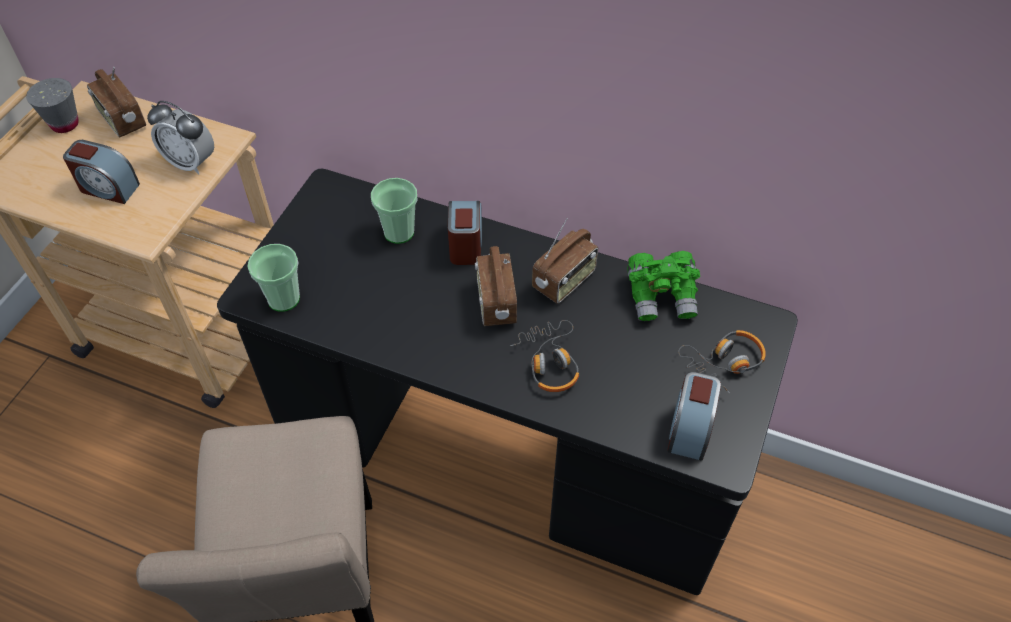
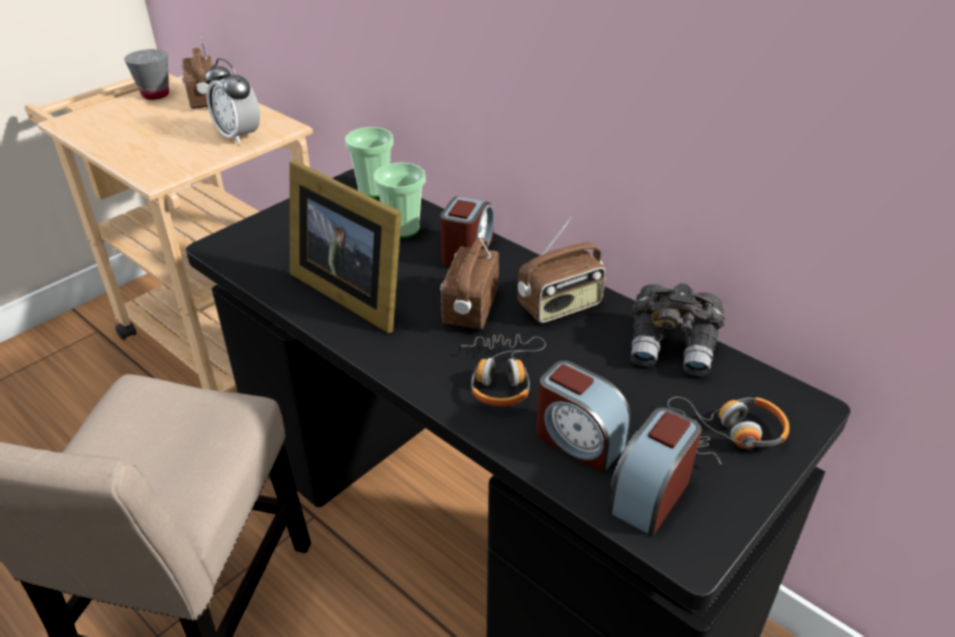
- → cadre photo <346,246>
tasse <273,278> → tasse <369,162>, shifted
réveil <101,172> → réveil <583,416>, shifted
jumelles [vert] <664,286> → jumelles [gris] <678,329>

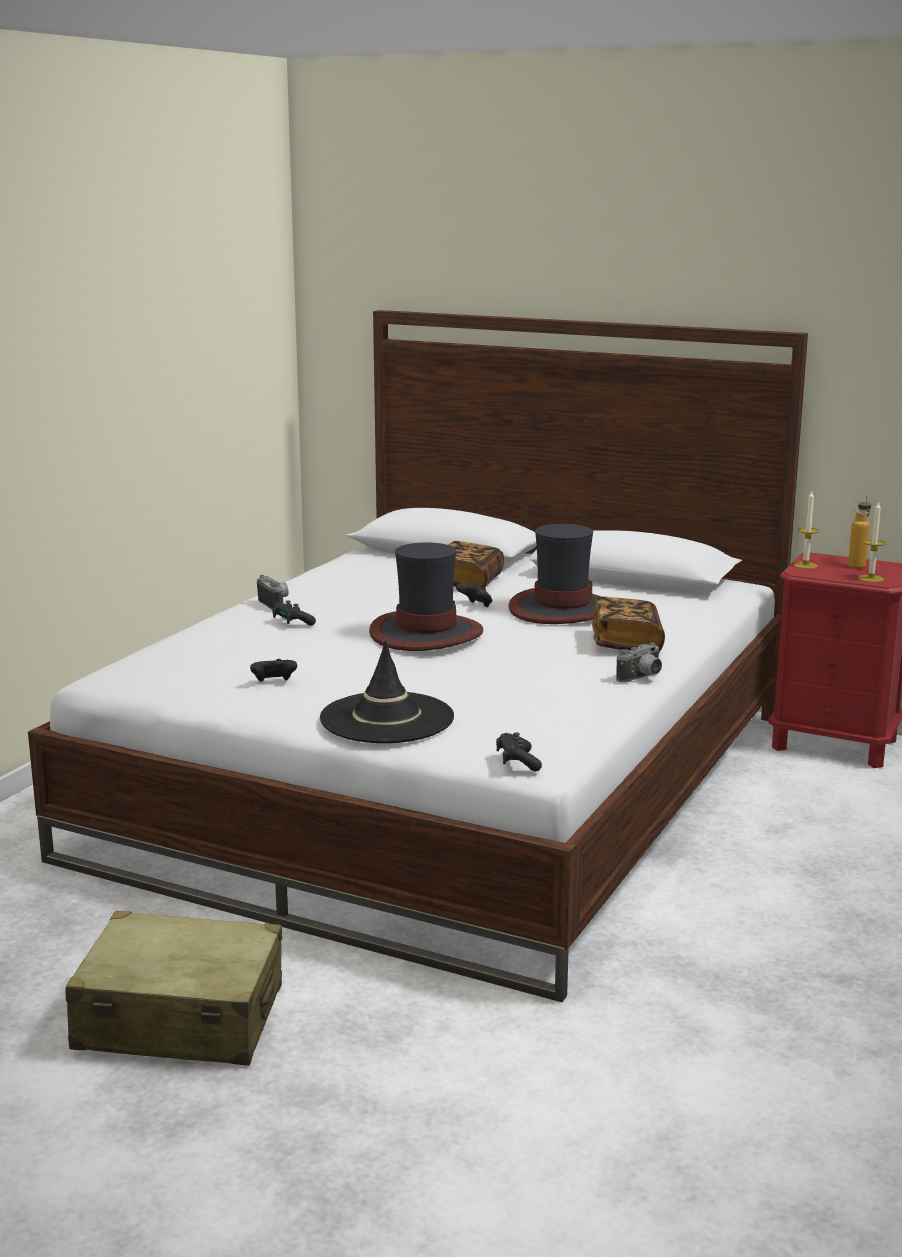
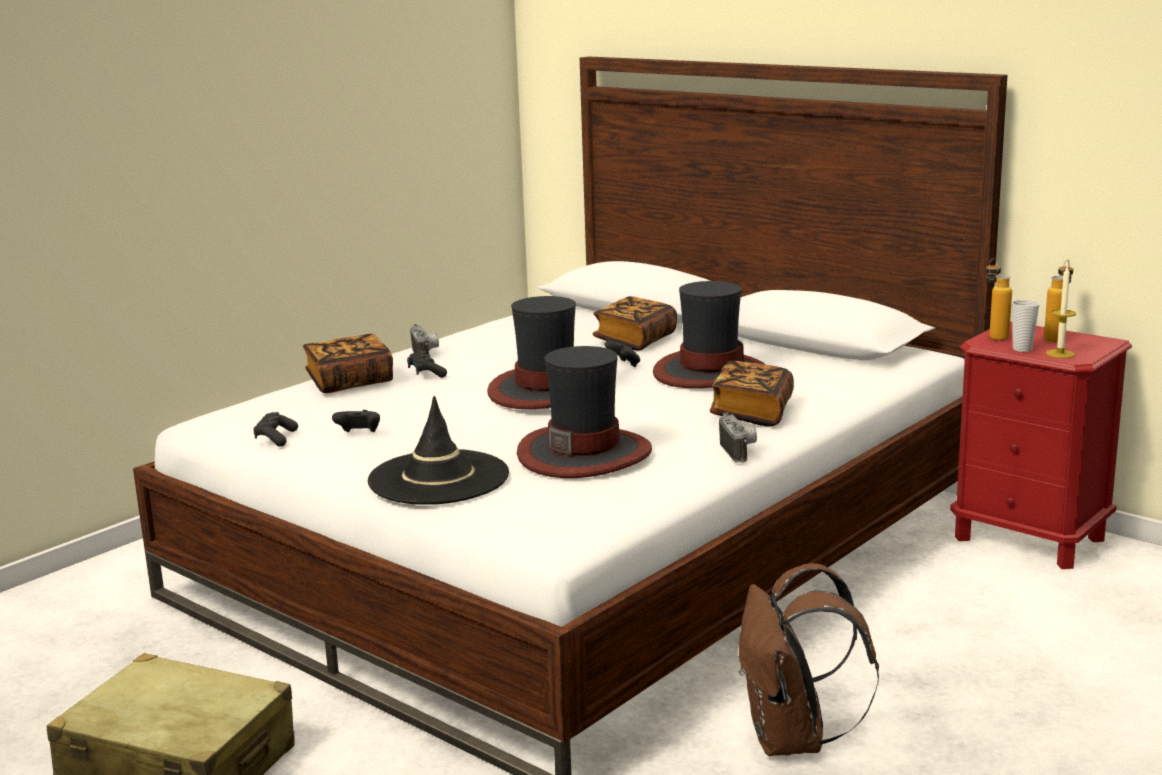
manette [noir] <519,751> → manette [noir] <275,429>, shifted
- → livre <348,363>
- → chapeau <584,412>
appareil photo <639,662> → appareil photo <738,437>, 75 degrees counterclockwise
- → sac à dos [marron] <808,659>
bougie <806,530> → bouteille <999,299>
- → tasse <1025,326>

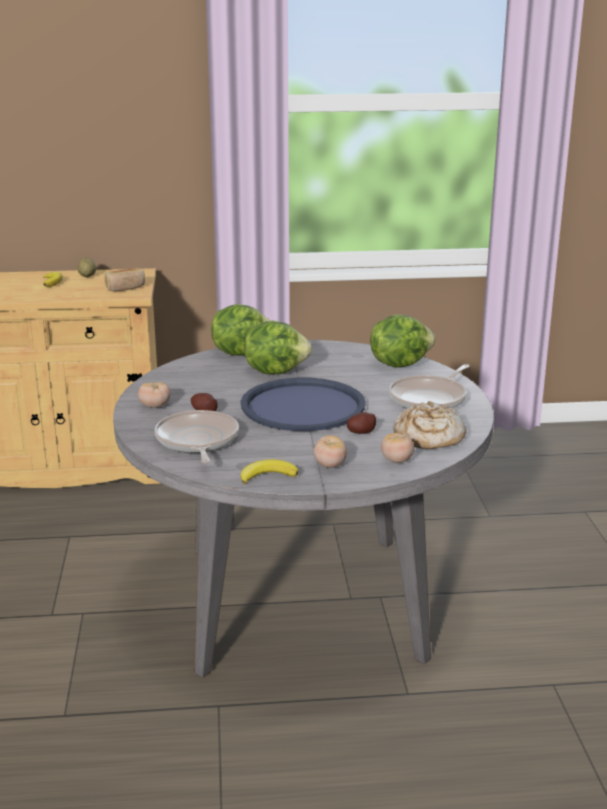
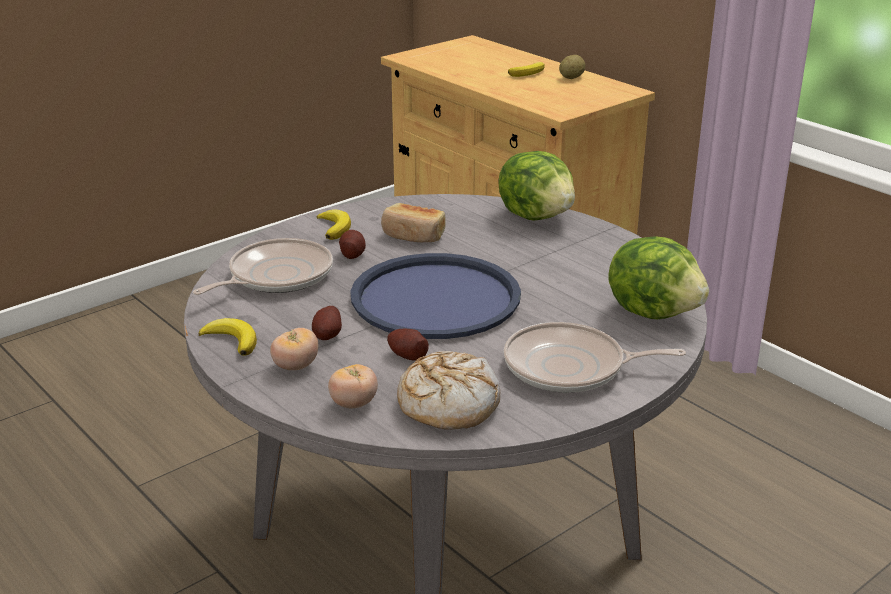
- → pomme de terre <327,323>
tomate <154,395> → banane <334,224>
pain <125,279> → pain <413,222>, shifted
laitue <278,347> → -

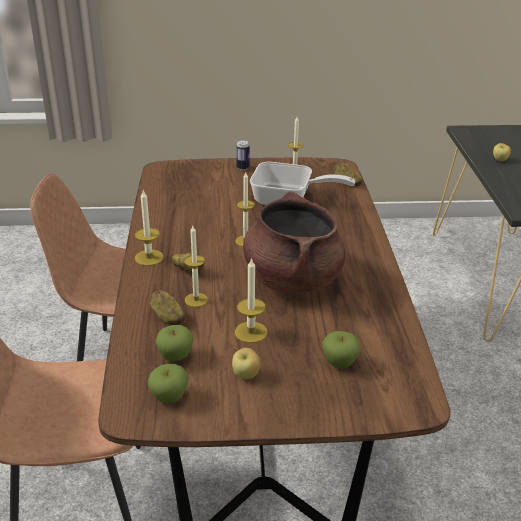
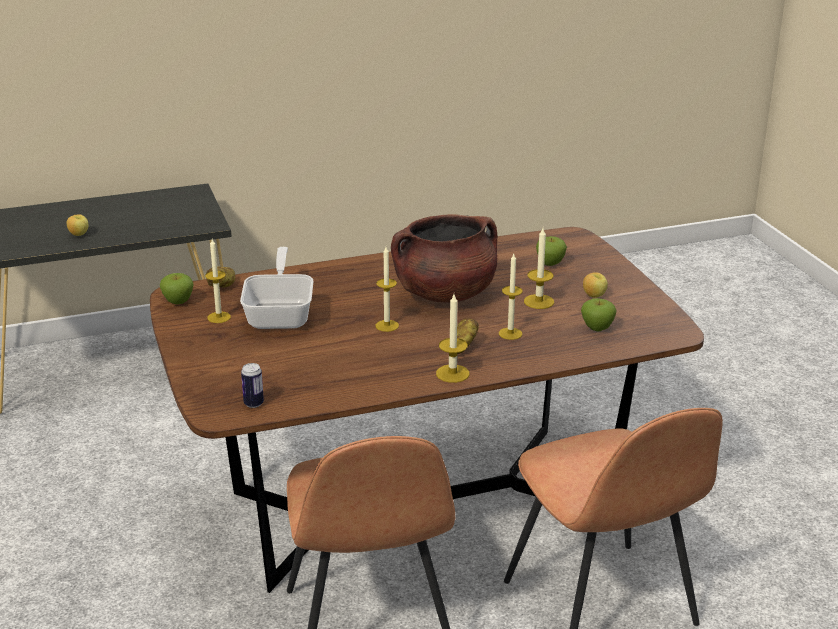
pomme <167,383> → pomme <176,288>, shifted
boîte métallique <243,155> → boîte métallique <252,385>, shifted
pomme de terre <167,307> → -

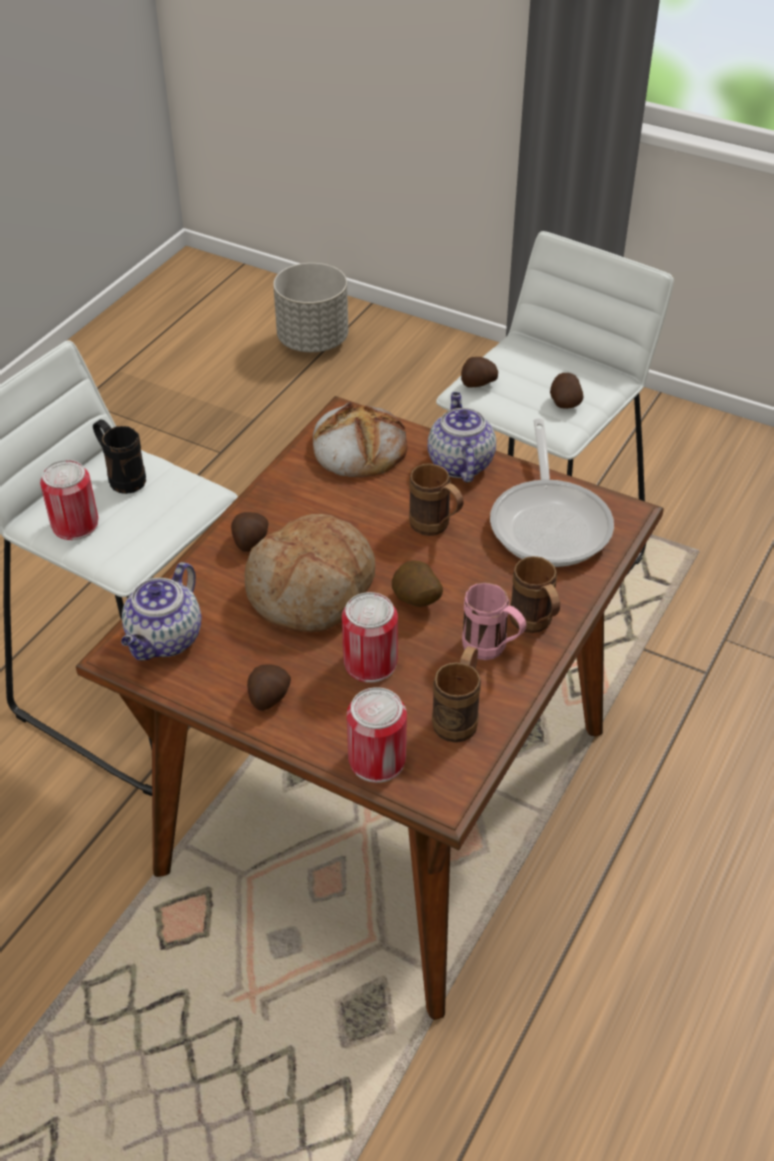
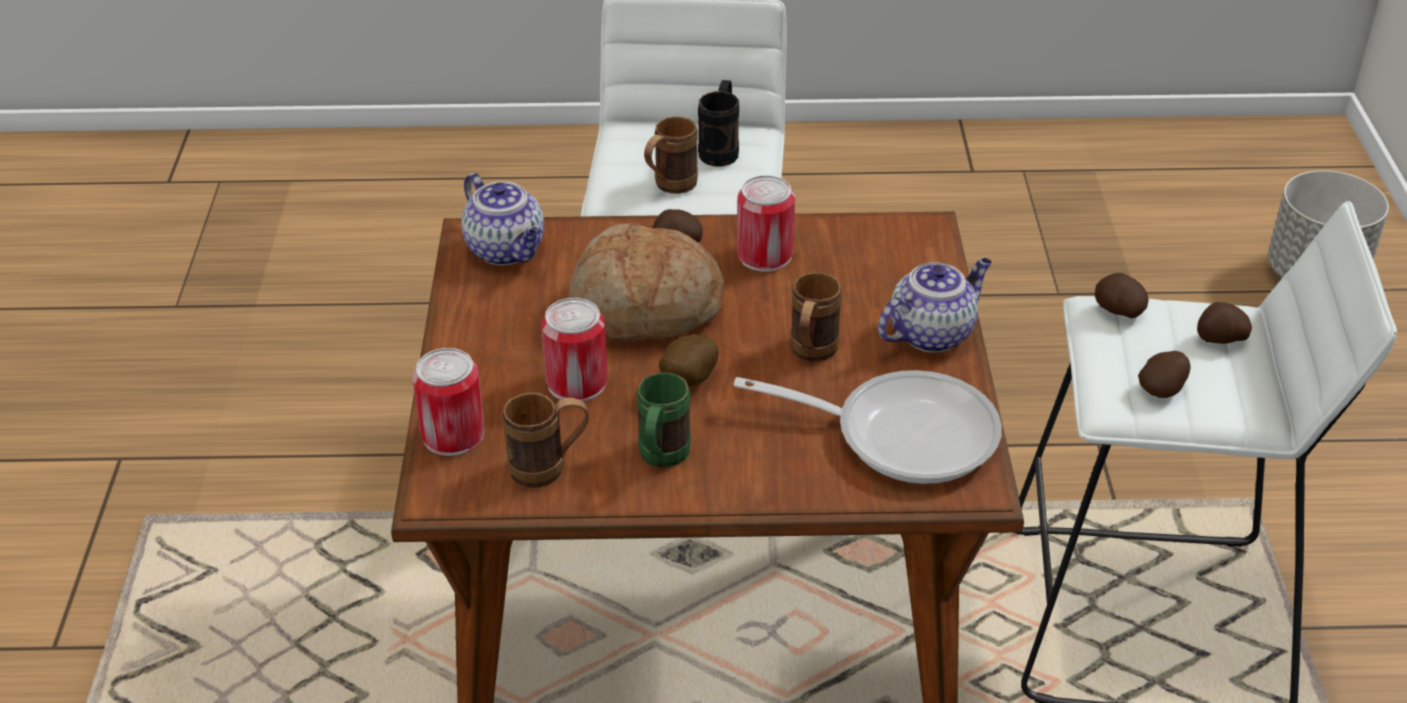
théière <161,611> → théière <503,219>, 120 degrees counterclockwise
mug [rose] <494,621> → mug [vert] <664,420>
mug [marron] <535,594> → mug [marron] <671,155>, shifted
poêle <552,493> → poêle <867,427>, 135 degrees counterclockwise
boîte métallique <69,500> → boîte métallique <766,223>, shifted
pomme de terre <269,687> → pomme de terre <1224,323>, shifted
pain <360,439> → -

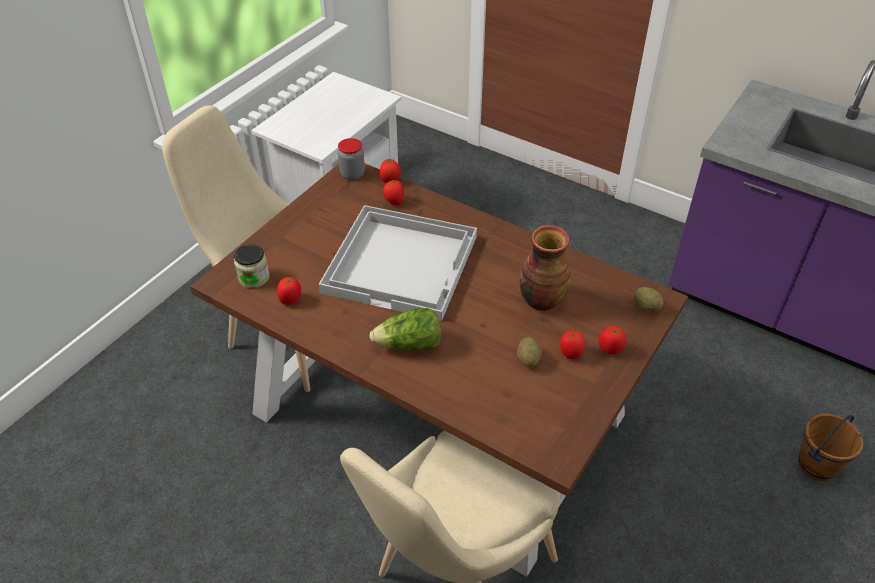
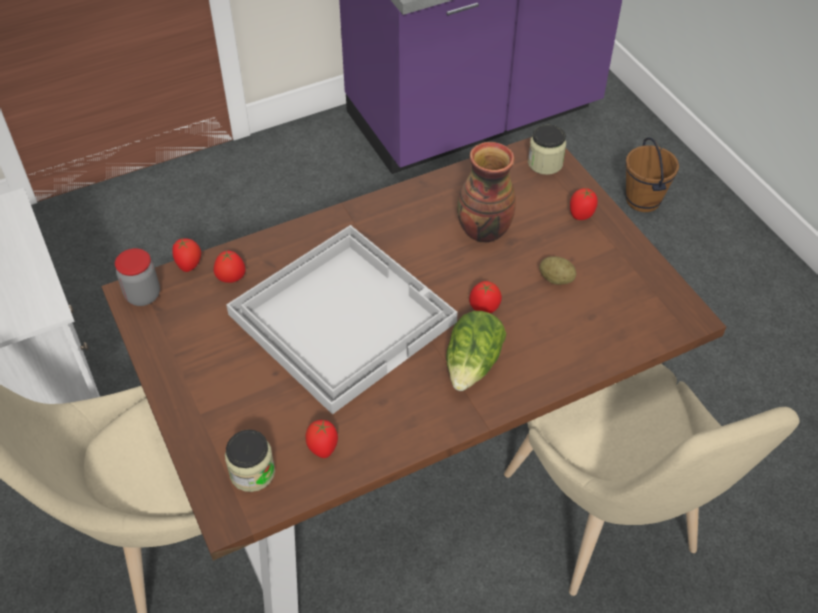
tomate <572,345> → tomate <485,297>, shifted
pomme de terre <648,299> → bocal <547,150>

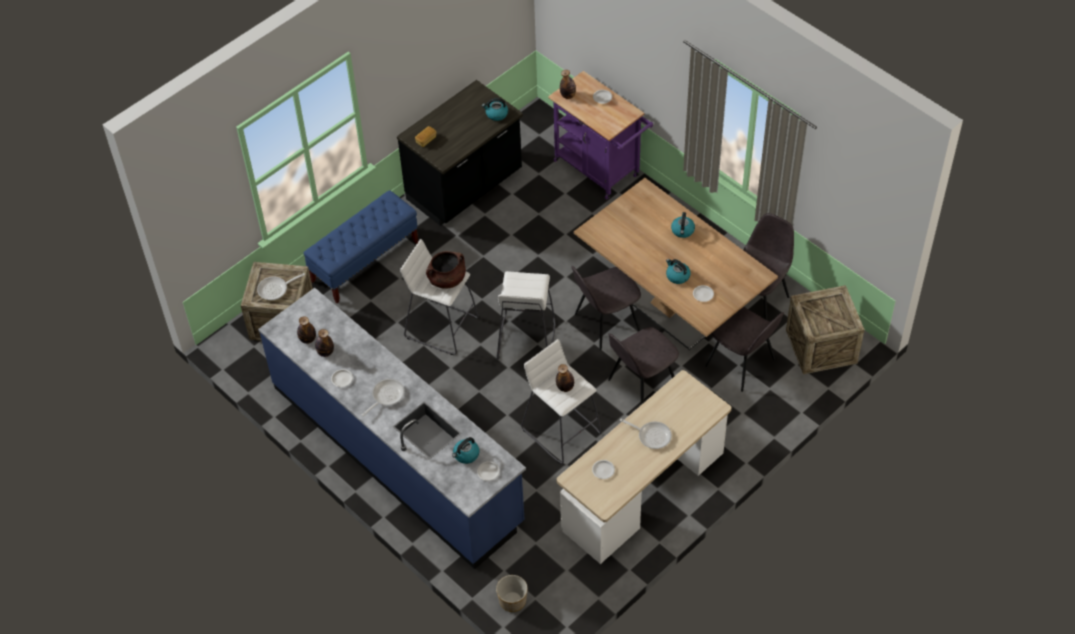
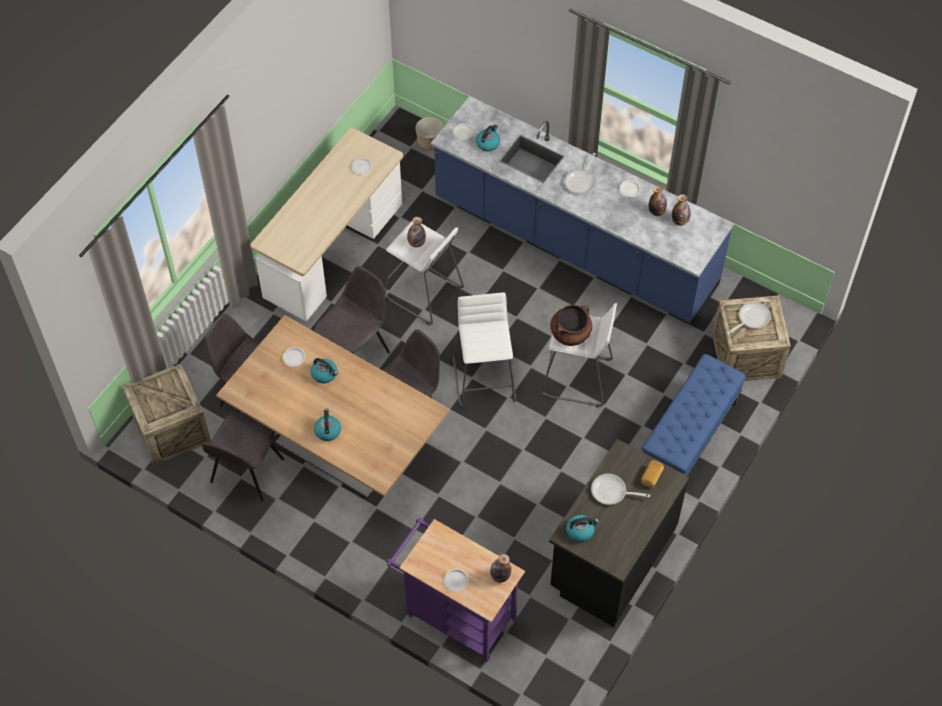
poêle <646,434> → poêle <620,489>, shifted

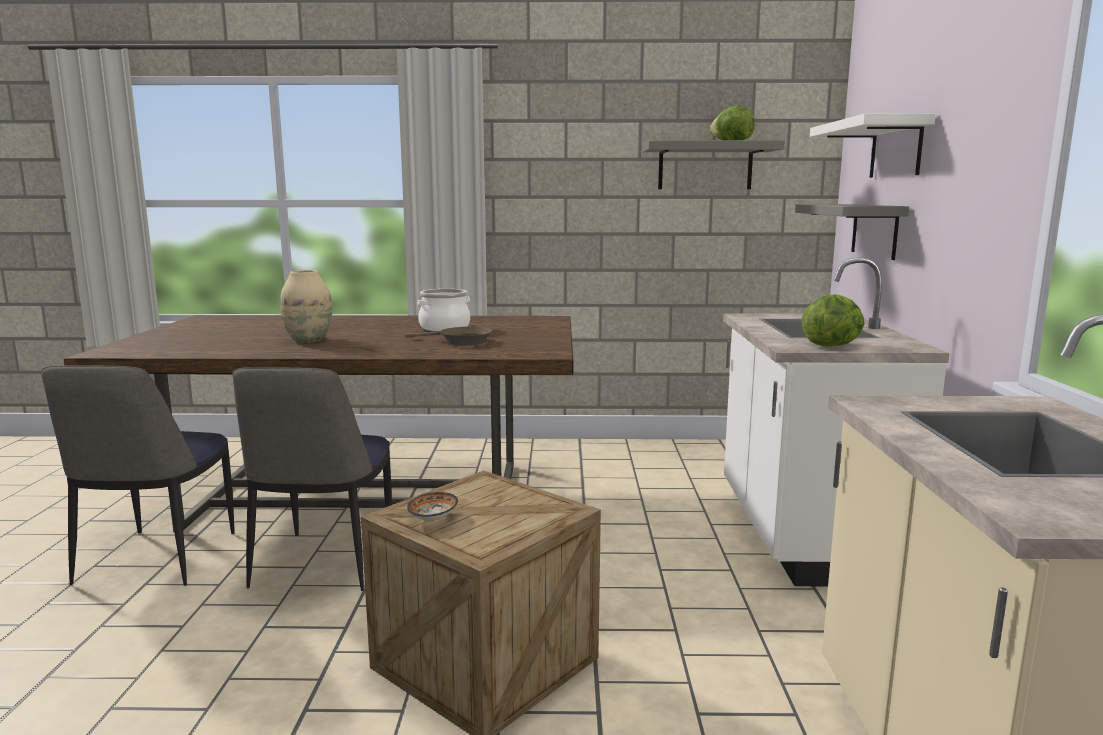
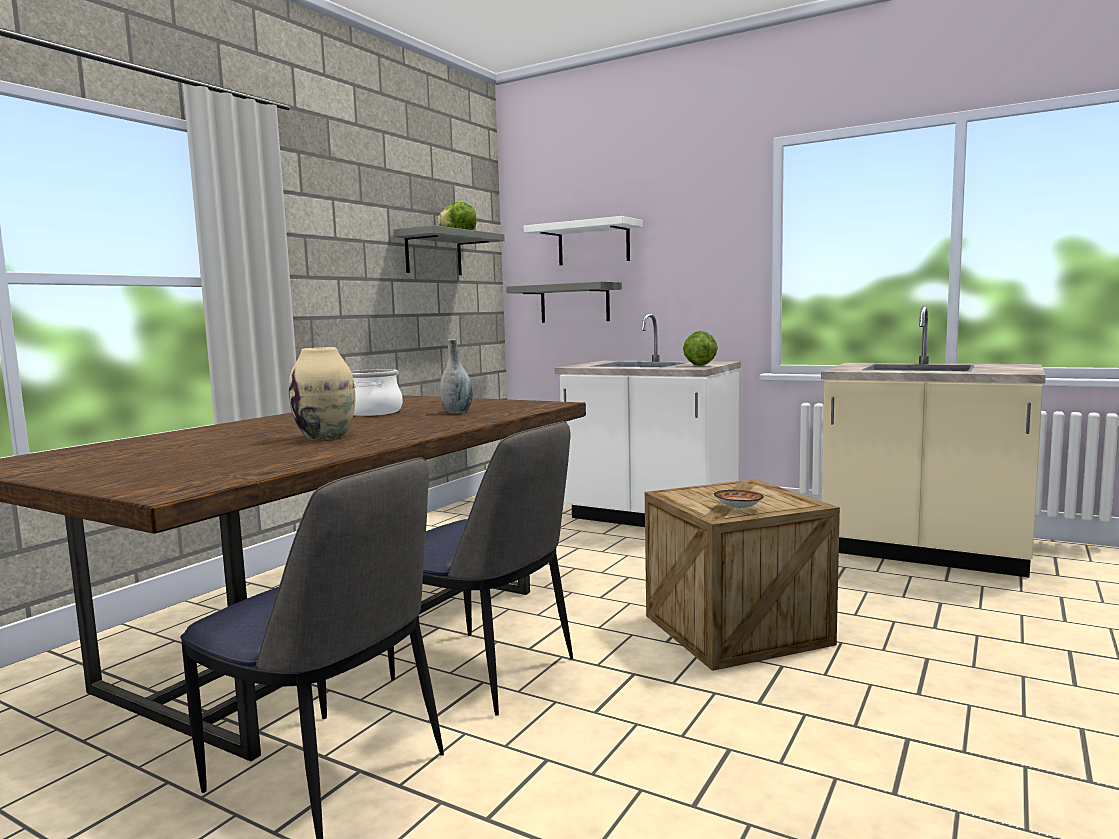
poêle [marron] <448,336> → vase [gris] <456,376>

